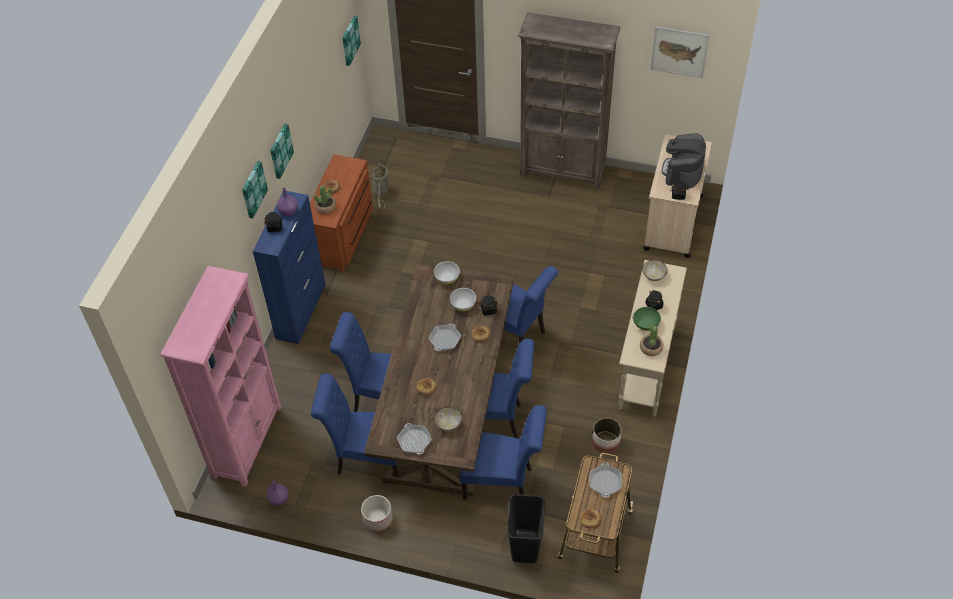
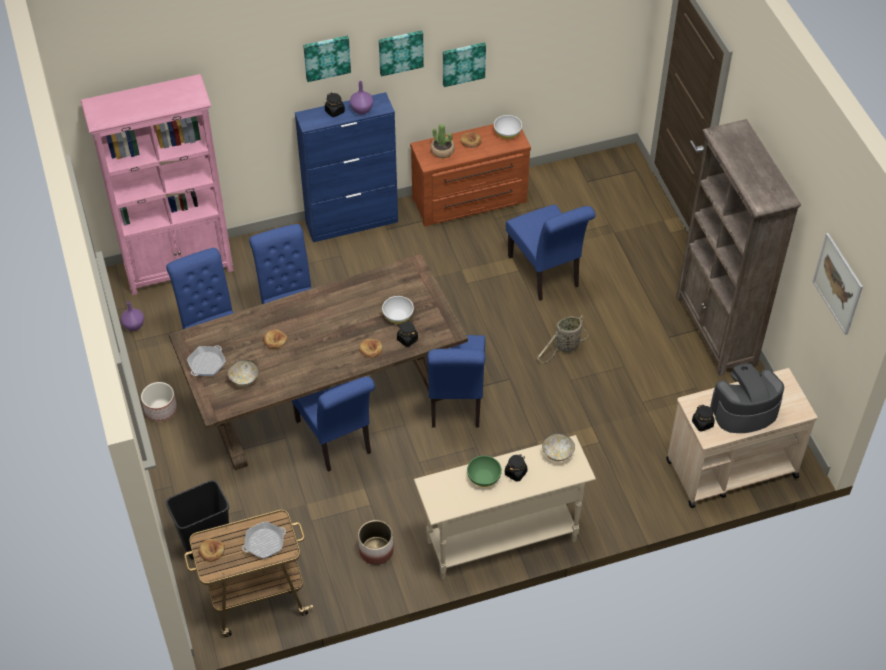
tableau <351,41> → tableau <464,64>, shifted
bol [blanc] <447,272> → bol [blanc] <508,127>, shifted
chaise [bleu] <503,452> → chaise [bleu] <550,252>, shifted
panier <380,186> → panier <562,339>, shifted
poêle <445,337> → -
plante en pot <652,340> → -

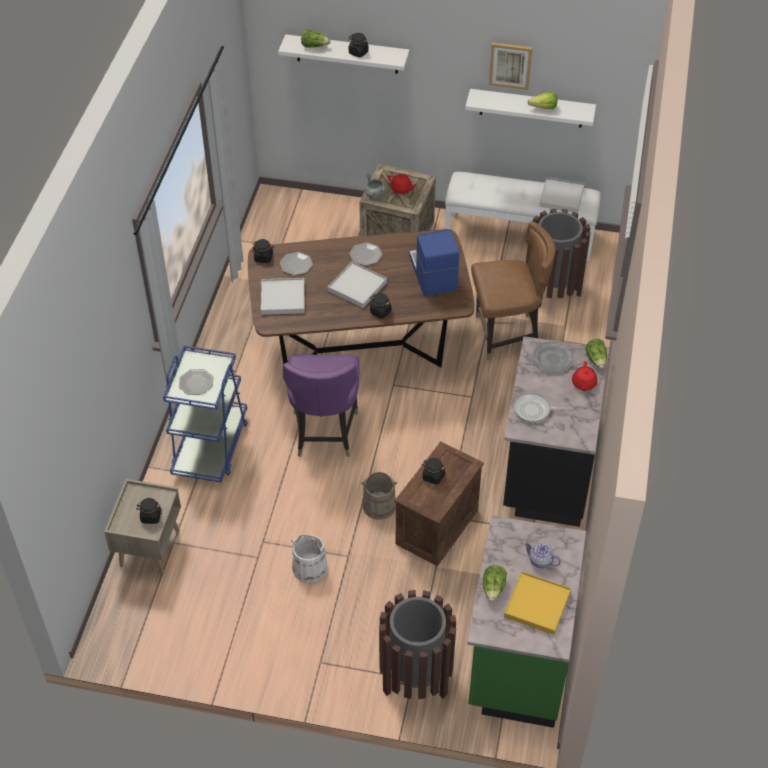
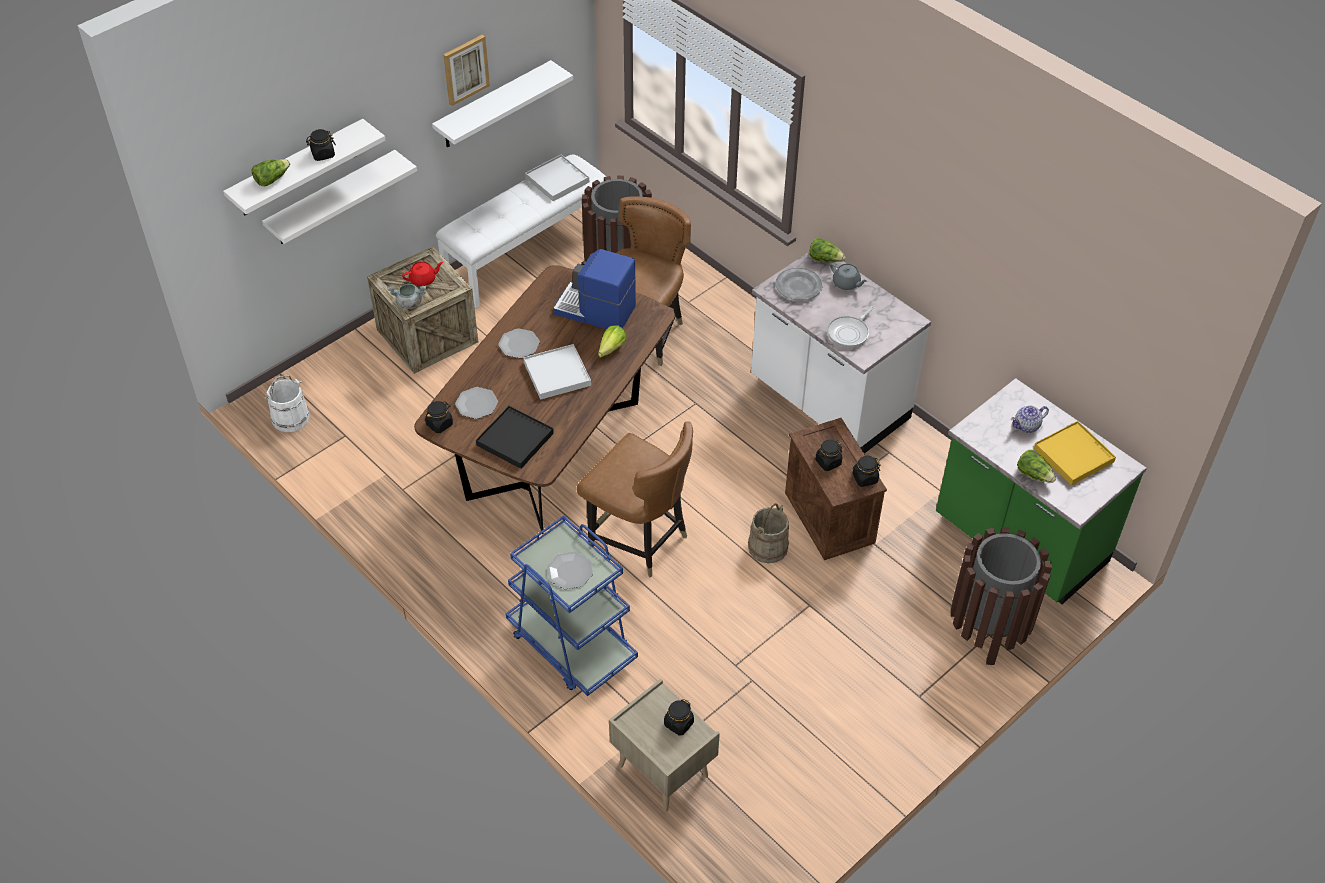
- → étagère [blanc] <339,197>
seau [blanc] <309,558> → seau [blanc] <287,403>, shifted
plateau [blanc] <283,296> → plateau [noir] <515,437>
chaise [violet] <321,405> → chaise [marron] <635,499>
laitue <542,100> → laitue <612,341>, shifted
comptoir de cuisine [noir] <556,431> → comptoir de cuisine [blanc] <841,352>
théière [rouge] <584,376> → théière [gris] <849,276>
bocal [noir] <380,306> → bocal [noir] <866,471>, shifted

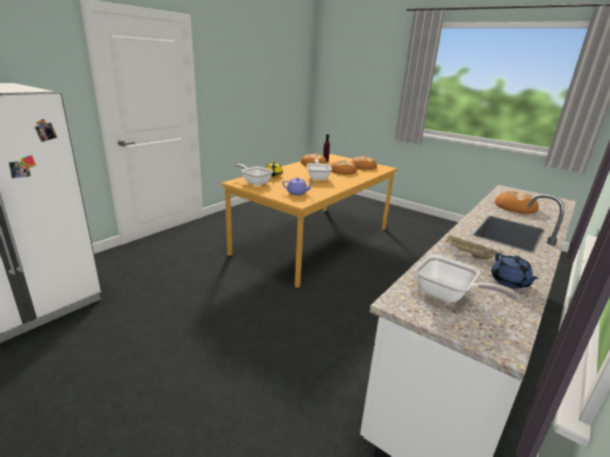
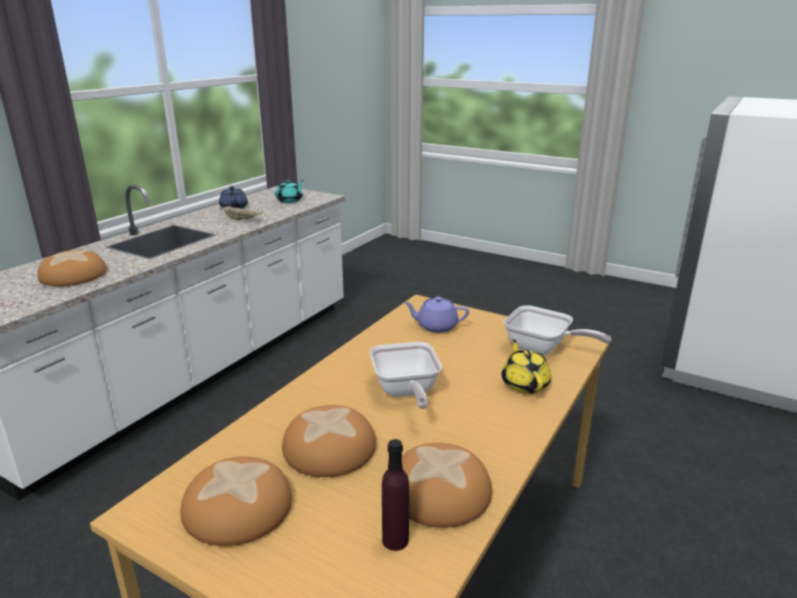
poêle <467,279> → théière [turquoise] <288,191>

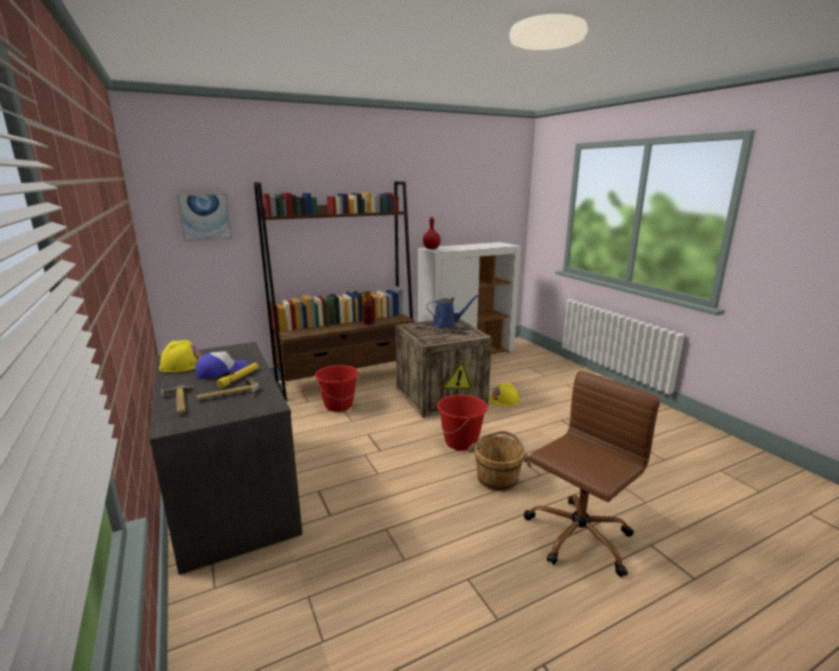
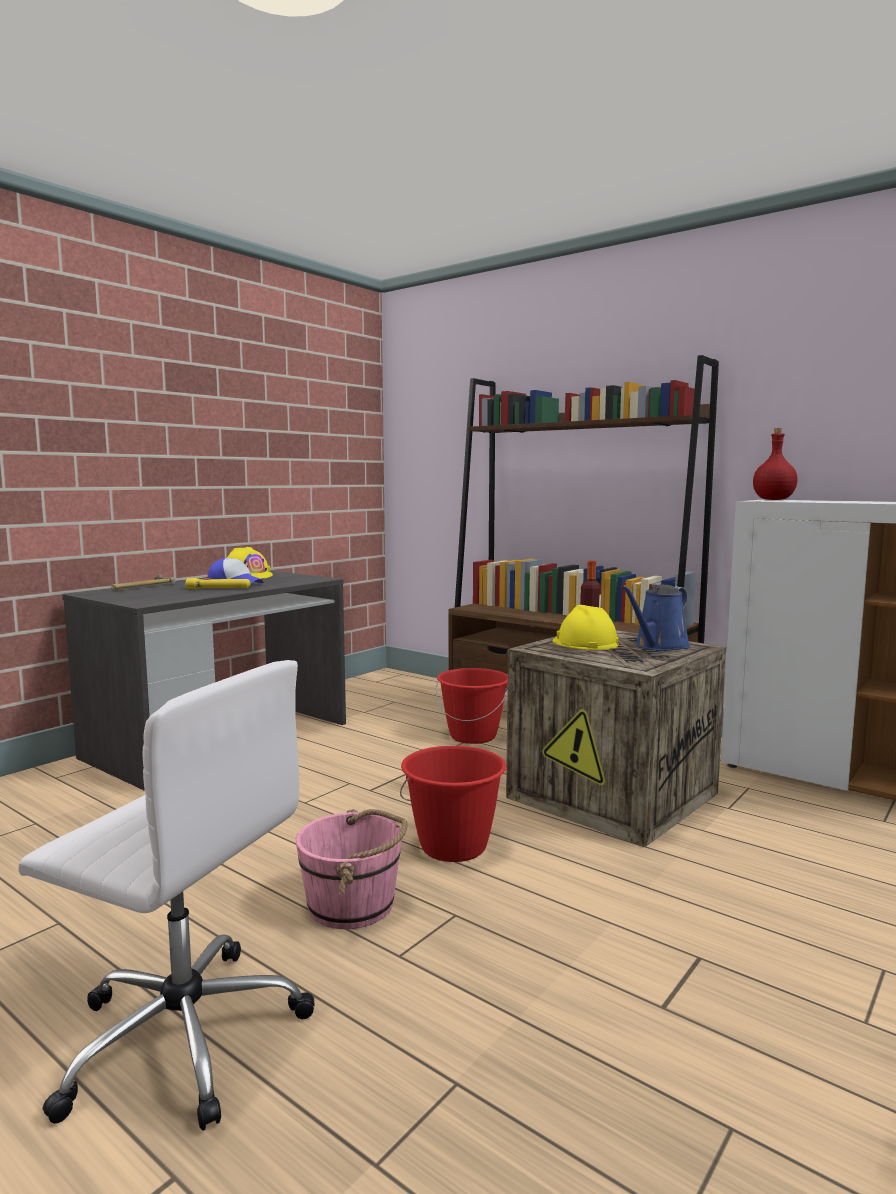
chaise de bureau [marron] <592,474> → chaise de bureau [blanc] <166,895>
seau [marron] <499,461> → seau [rose] <352,869>
casque de chantier [jaune] <504,394> → casque de chantier [jaune] <585,627>, shifted
arrosoir [bleu] <453,311> → arrosoir [bleu] <655,617>, 75 degrees clockwise
tableau <204,217> → -
marteau <227,388> → -

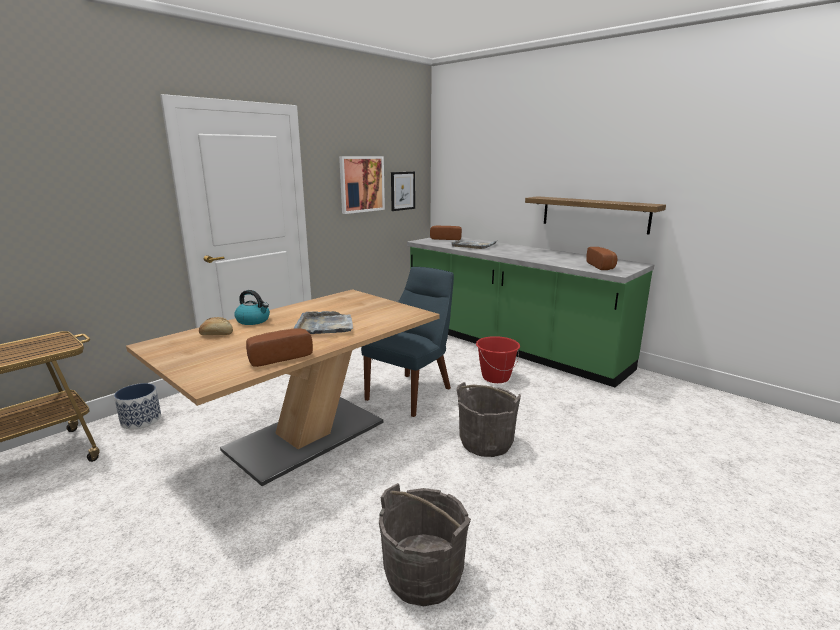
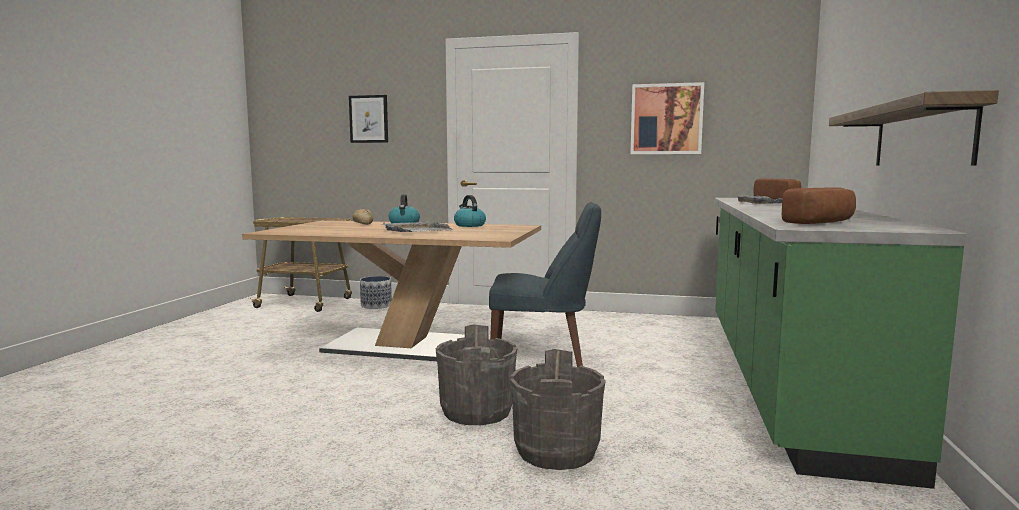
tableau <403,191> → tableau <368,119>, shifted
- → bouilloire <470,211>
seau [gris] <425,544> → seau [gris] <558,409>, shifted
pain <279,347> → -
seau [rouge] <498,359> → -

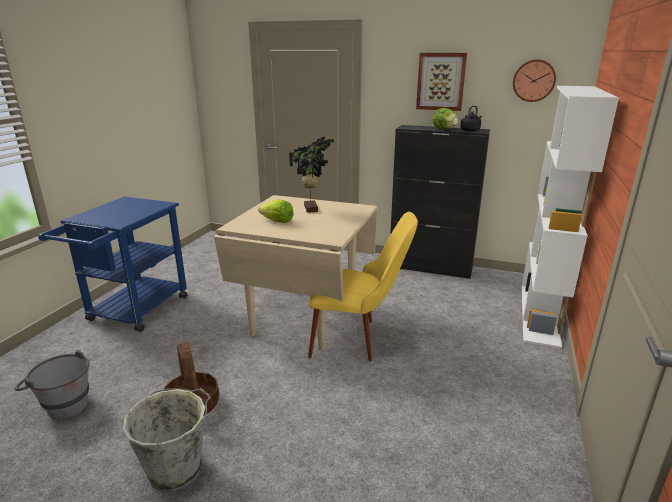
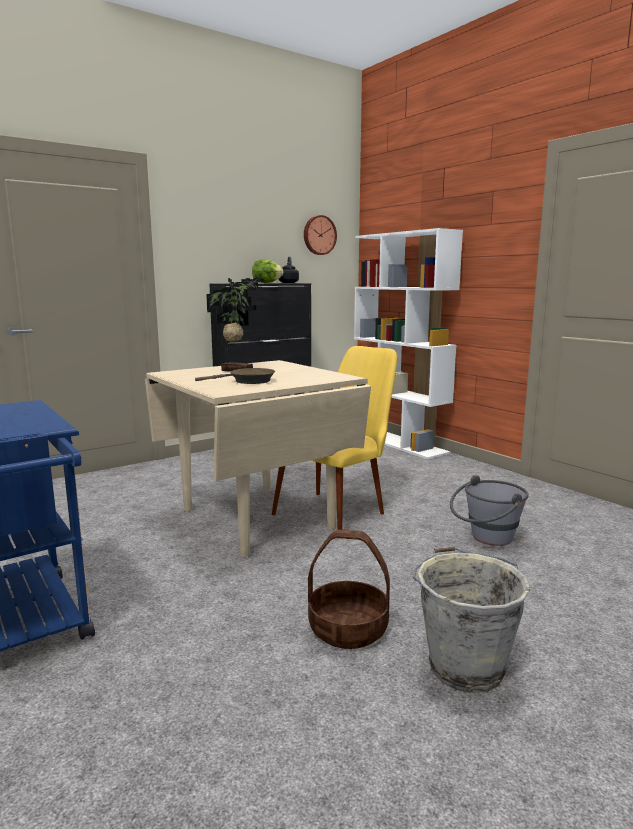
laitue <276,211> → poêle [marron] <235,376>
seau [gris] <52,385> → seau [gris] <489,510>, shifted
tableau <441,82> → -

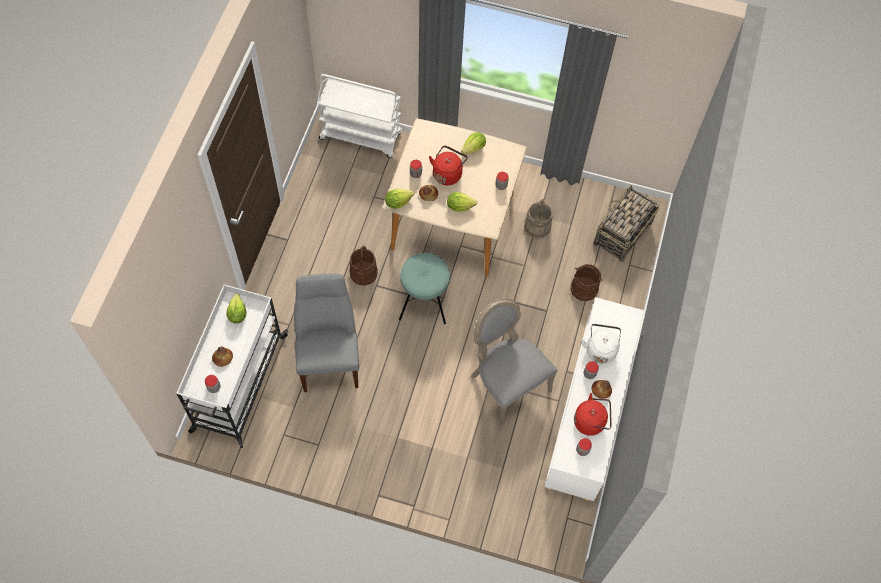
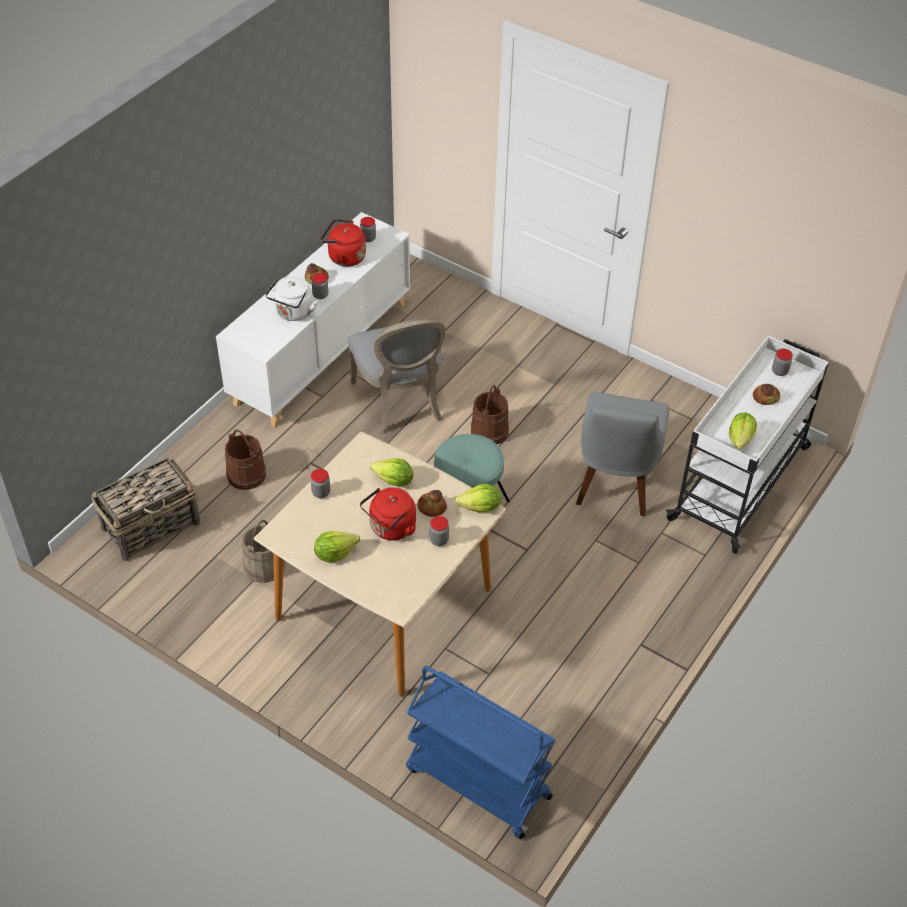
chariot [blanc] <359,116> → chariot [bleu] <480,752>
seau [marron] <363,265> → seau [marron] <490,414>, shifted

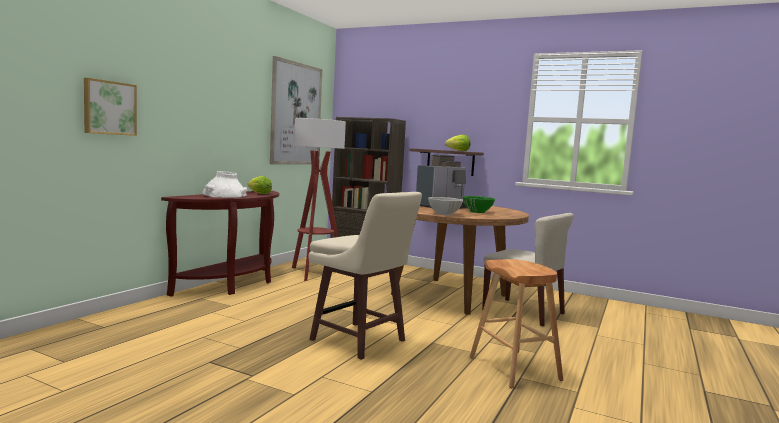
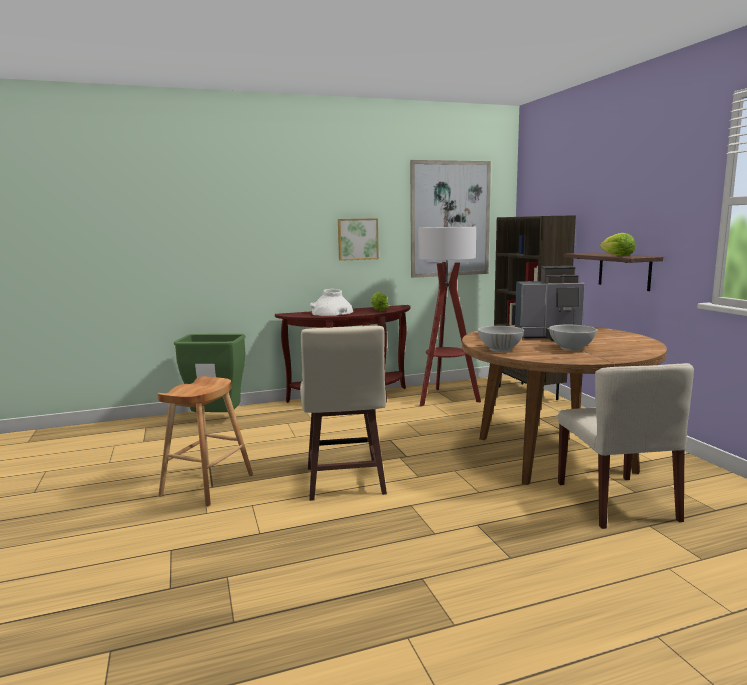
tabouret [marron] <516,323> → tabouret [marron] <205,441>, shifted
- → poubelle [vert] <210,373>
tableau <110,107> → tableau <358,239>, shifted
bol [vert] <478,204> → bol [blanc] <573,338>

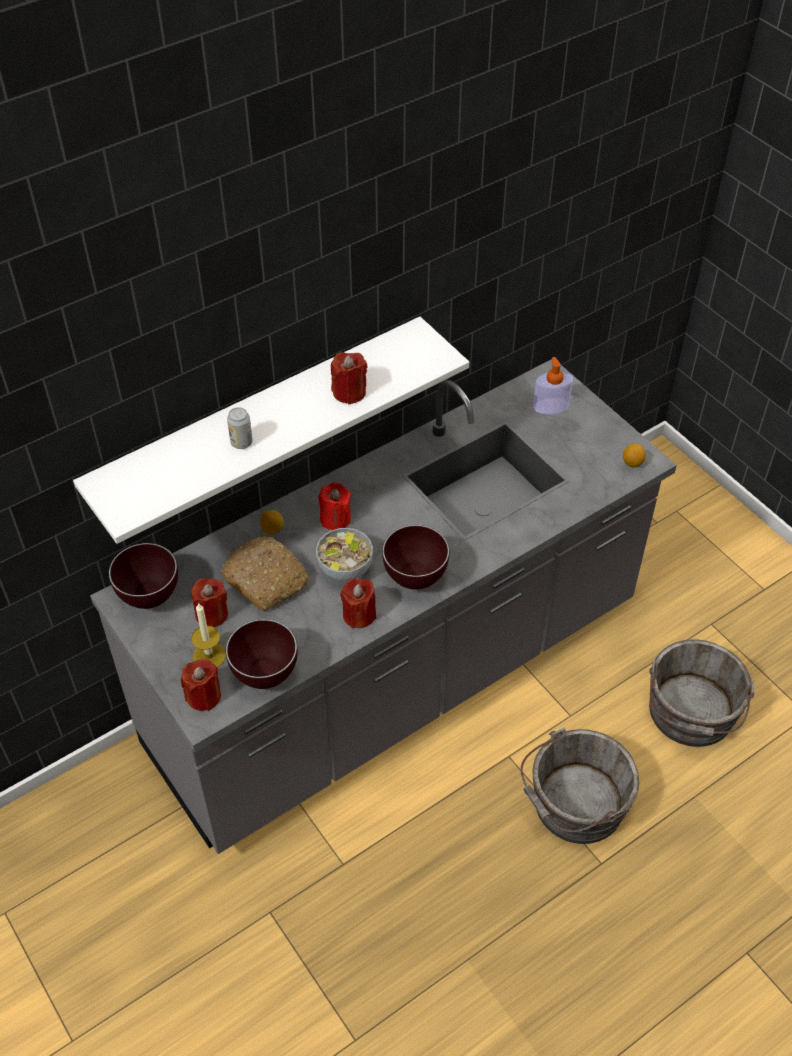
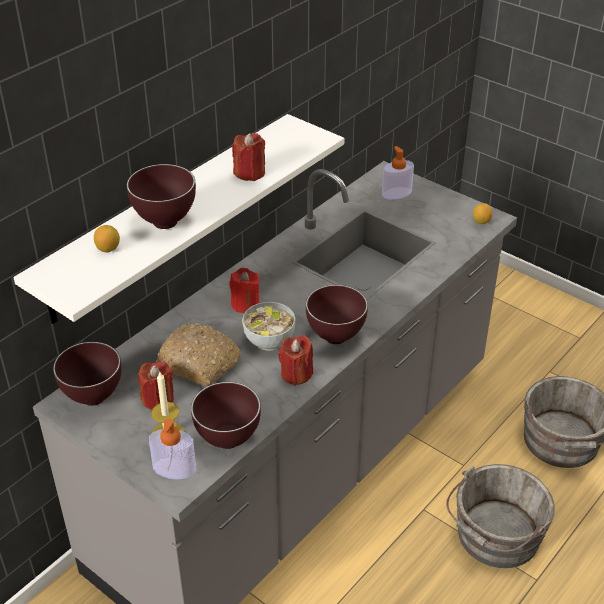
citron <272,522> → citron <107,238>, shifted
boîte métallique <240,428> → bol [marron] <161,196>
bougie [rouge] <201,685> → distributeur de savon <172,449>

